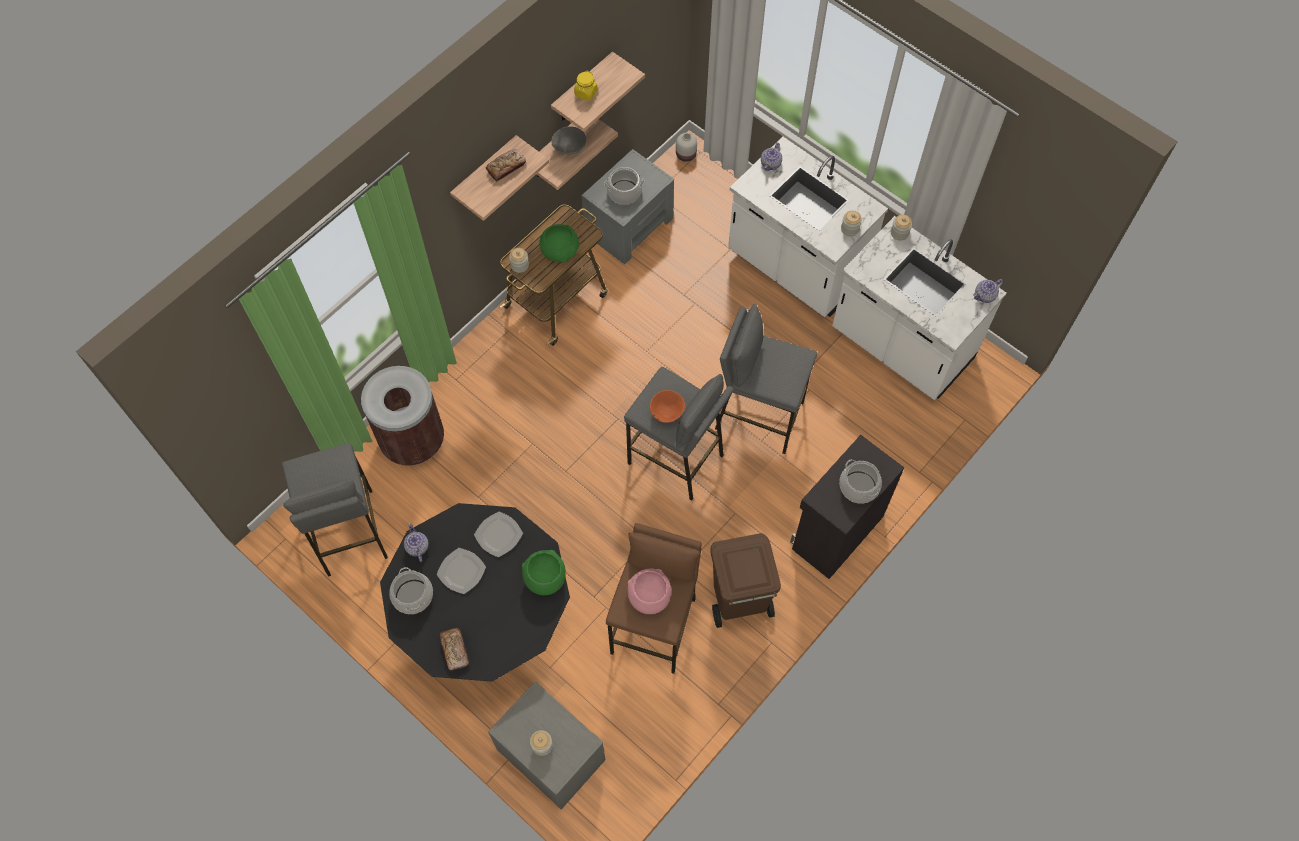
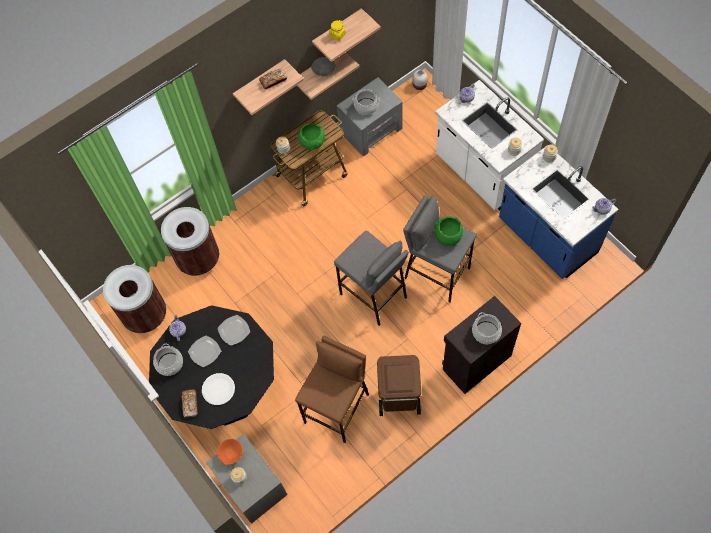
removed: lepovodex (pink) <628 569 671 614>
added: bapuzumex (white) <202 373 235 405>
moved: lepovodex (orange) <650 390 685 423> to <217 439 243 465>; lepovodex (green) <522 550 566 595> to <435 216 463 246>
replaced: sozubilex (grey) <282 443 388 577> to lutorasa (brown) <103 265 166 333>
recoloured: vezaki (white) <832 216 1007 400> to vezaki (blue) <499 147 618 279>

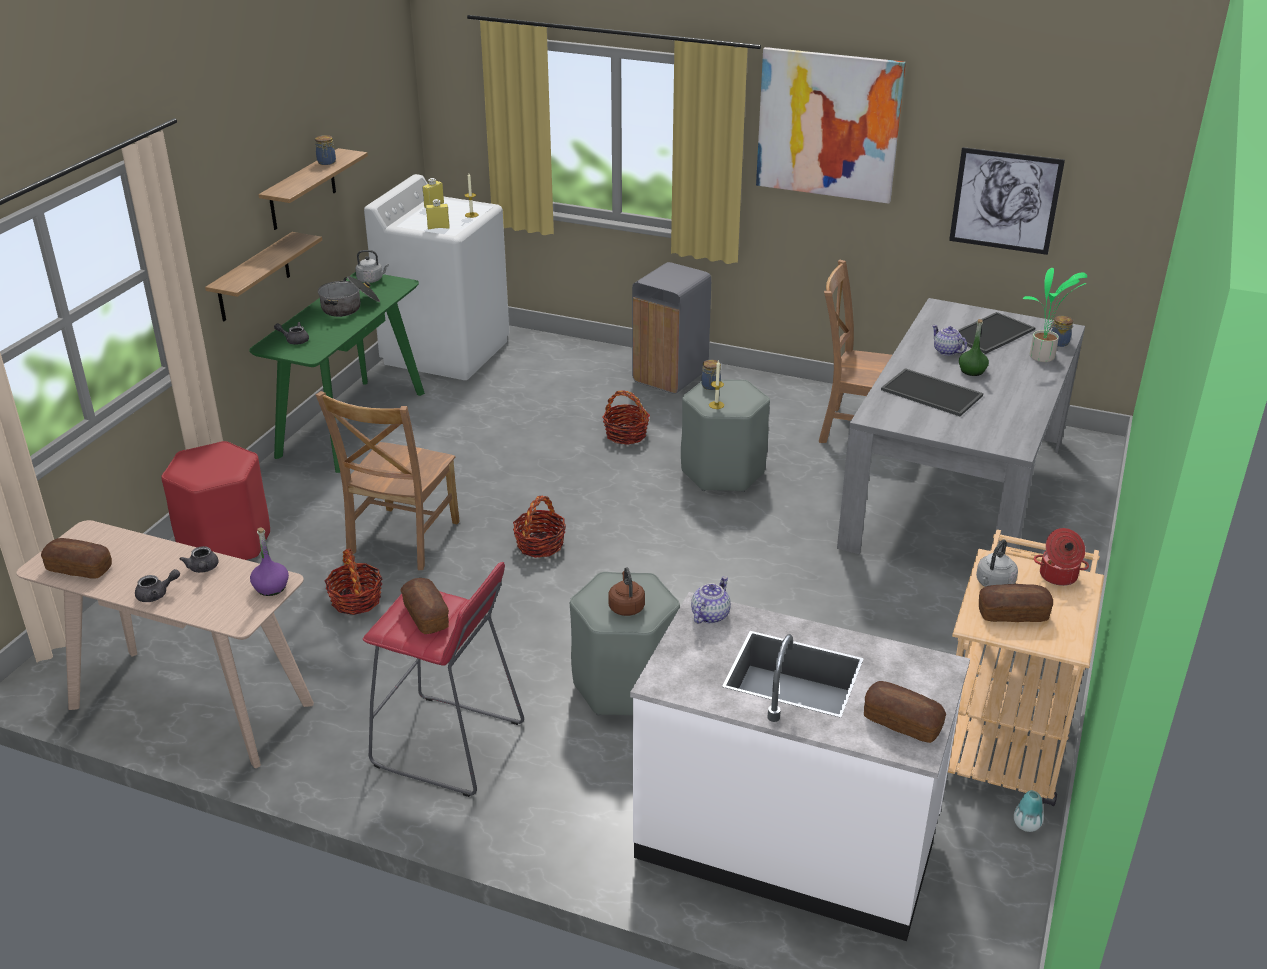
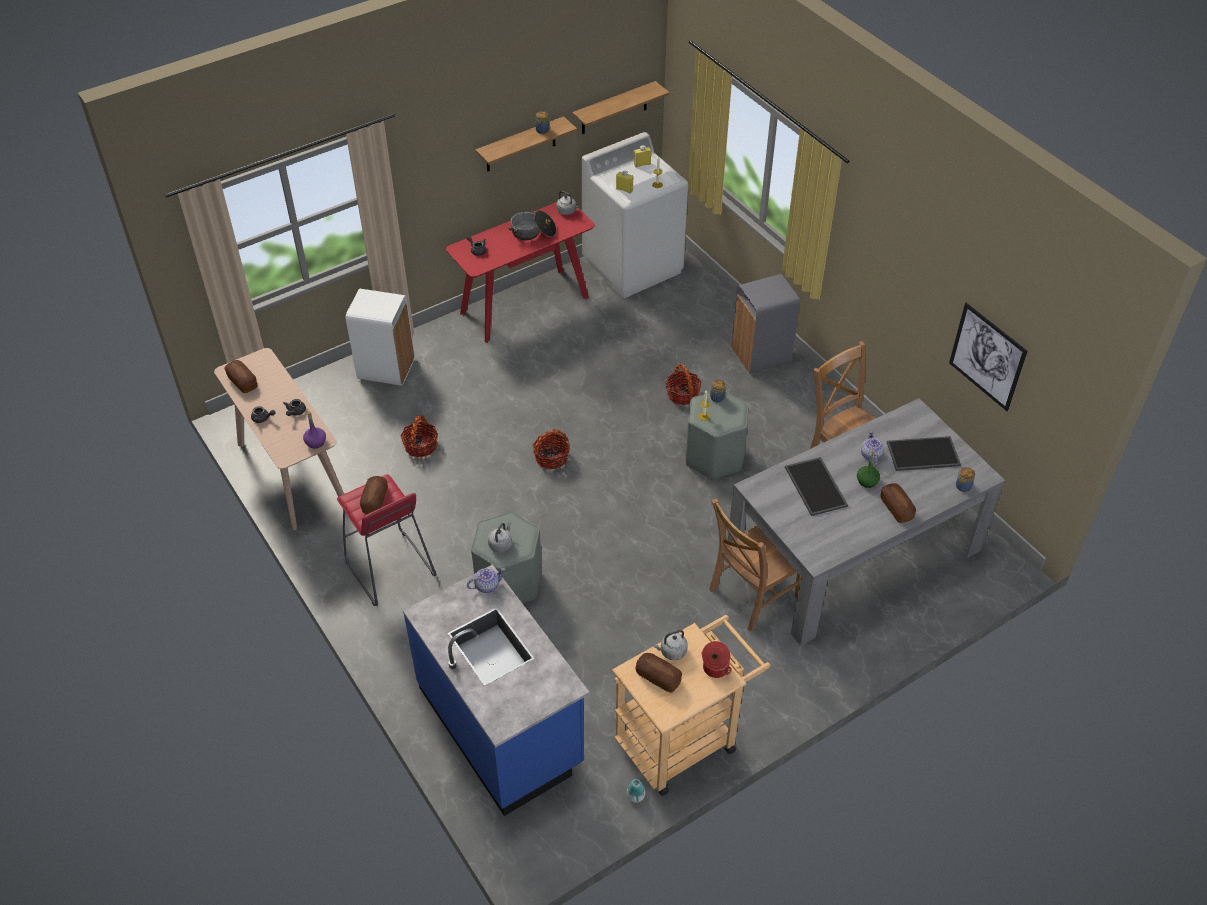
removed: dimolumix <756 47 906 204>; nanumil <1023 268 1087 362>
moved: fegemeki <205 232 322 321> to <572 81 670 134>; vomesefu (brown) <315 391 460 570> to <709 498 801 631>; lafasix <864 681 946 743> to <880 483 916 523>
replaced: sozubilex (red) <162 441 270 560> to lutorasa (white) <346 289 415 386>
recoloured: vezaki (white) <630 592 970 941> to vezaki (blue) <403 564 589 816>; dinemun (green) <249 272 425 473> to dinemun (red) <446 202 595 343>; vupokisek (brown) <608 567 645 616> to vupokisek (grey) <488 522 512 552>

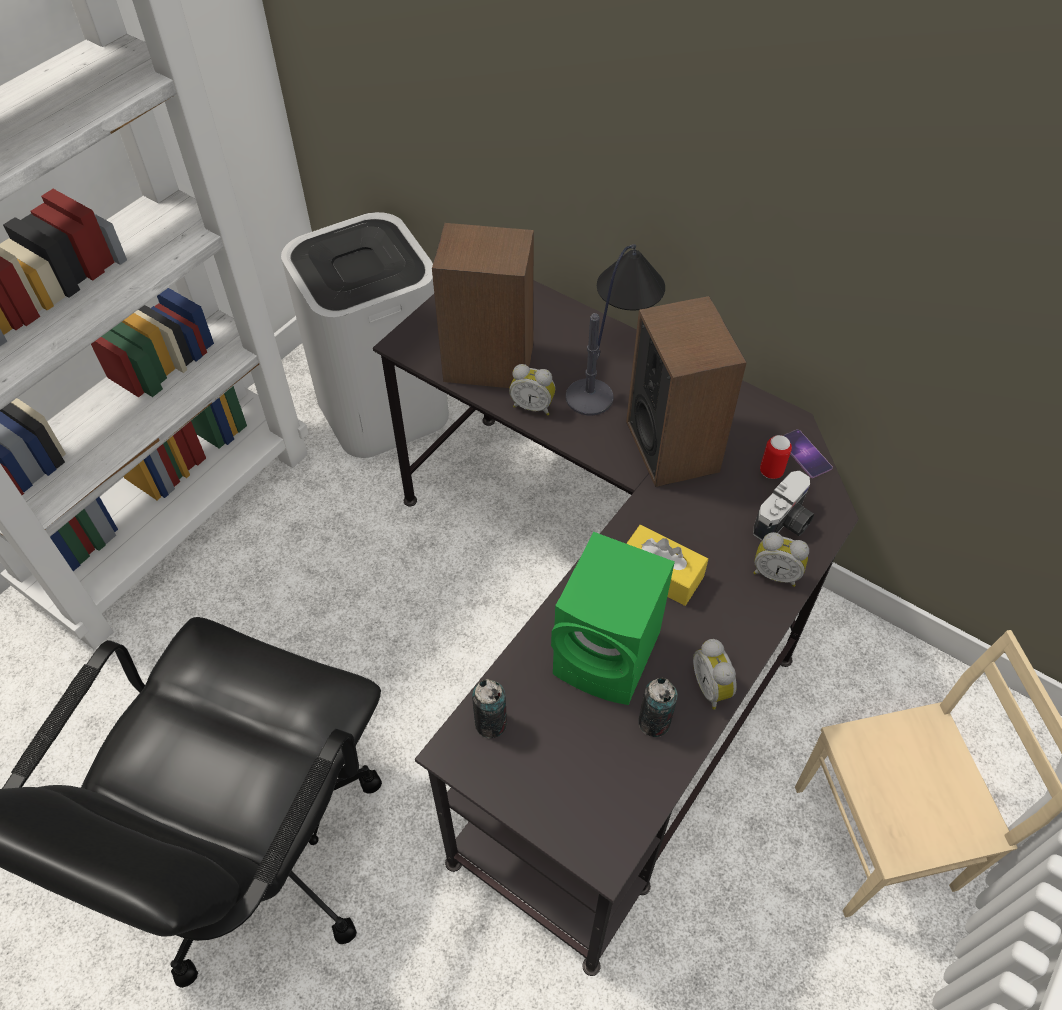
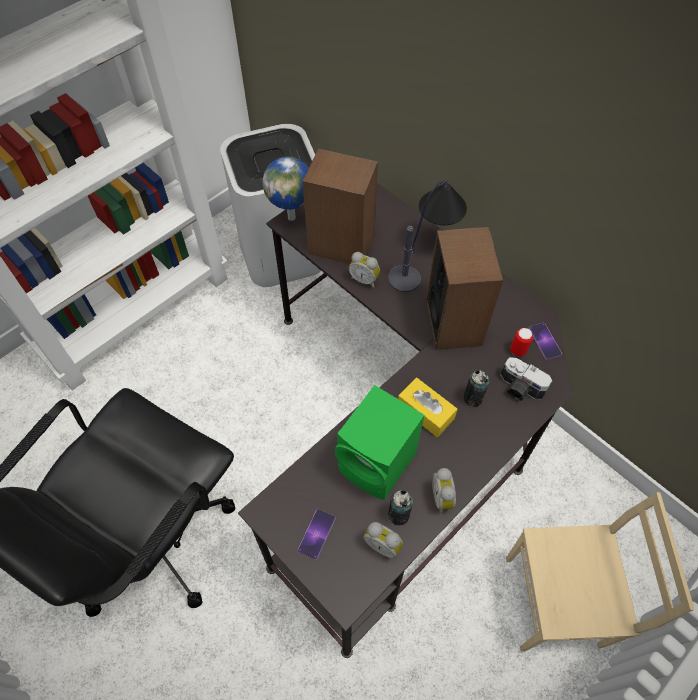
added: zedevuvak <262 157 309 221>; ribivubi <298 509 336 560>
moved: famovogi <753 532 809 587> to <363 522 403 559>; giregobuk <472 679 507 739> to <464 370 490 407>
turned: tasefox <753 471 814 541> = <501 357 552 401> 75 degrees clockwise

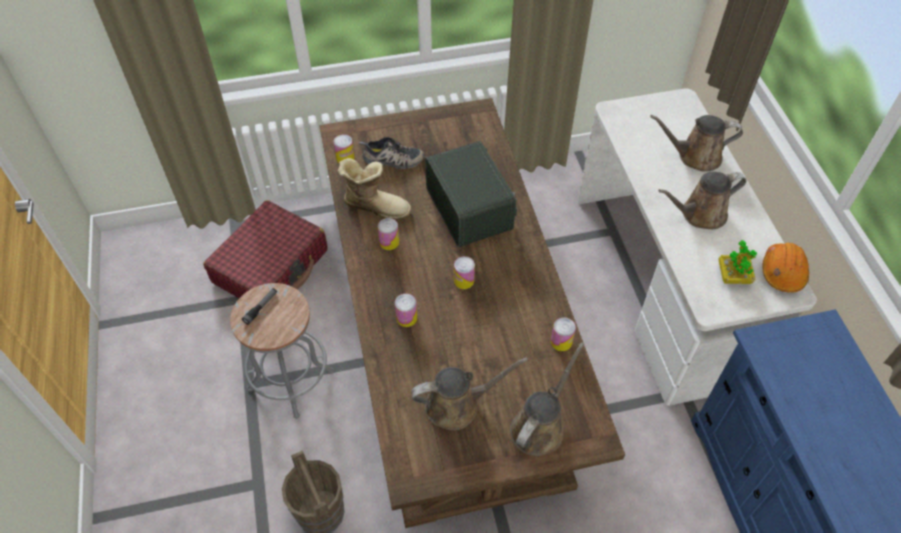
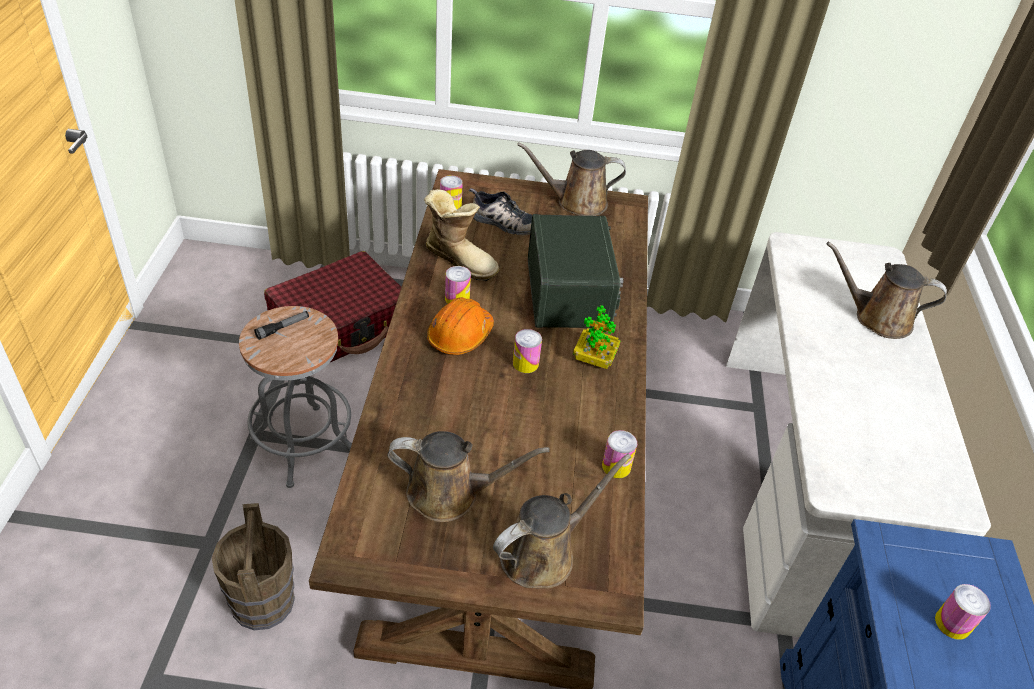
moved: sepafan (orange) <762 243 809 293> to <427 297 494 355>; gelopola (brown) <658 172 747 229> to <518 142 626 216>; nanumil <718 240 757 284> to <573 305 621 369>; giregobuk <395 294 417 327> to <935 584 991 640>

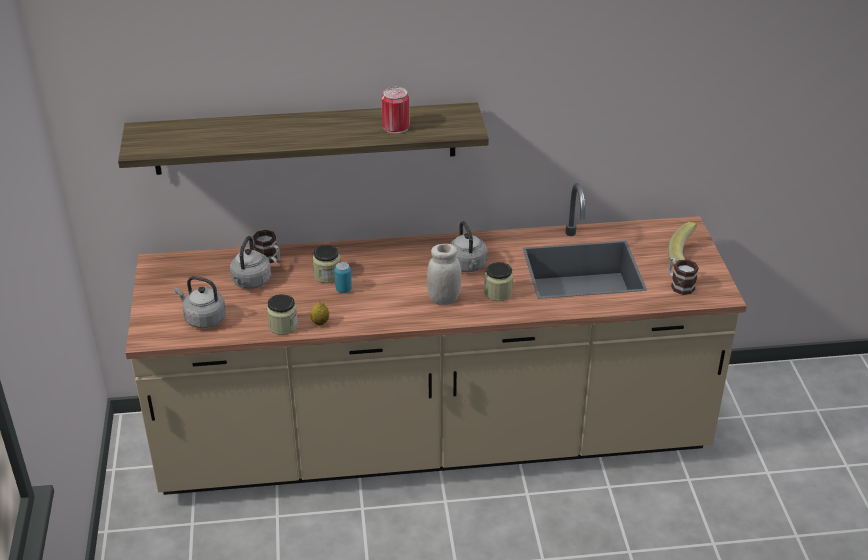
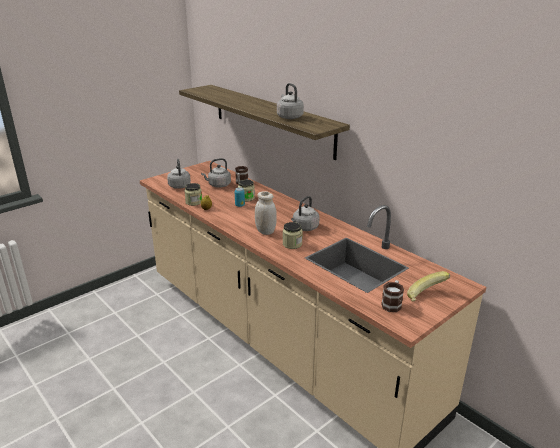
replaced: giregobuk <381 87 410 134> to vupokisek (grey) <277 83 304 119>

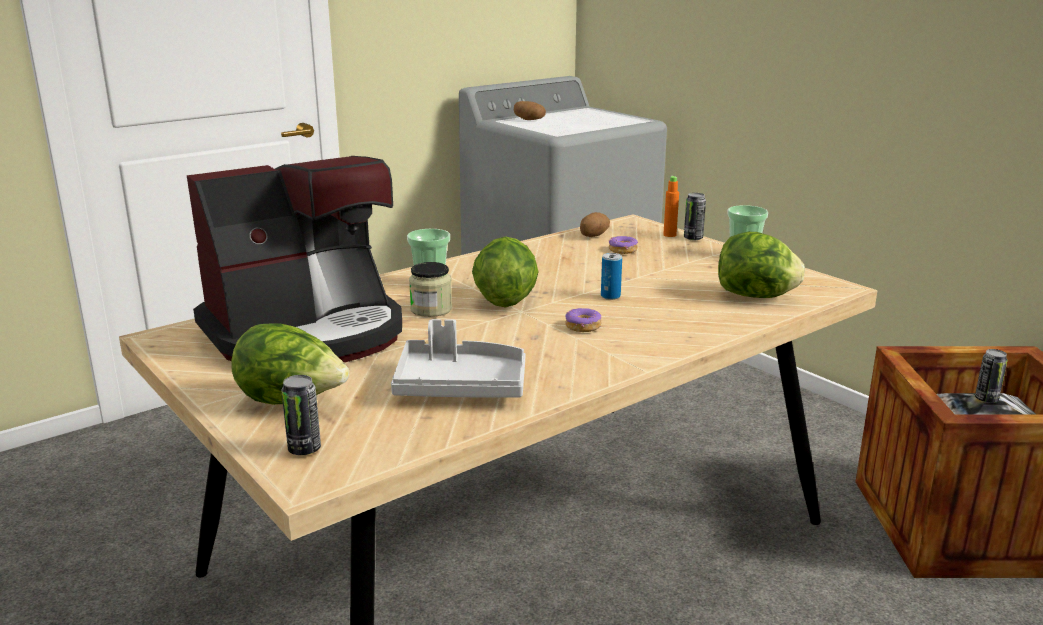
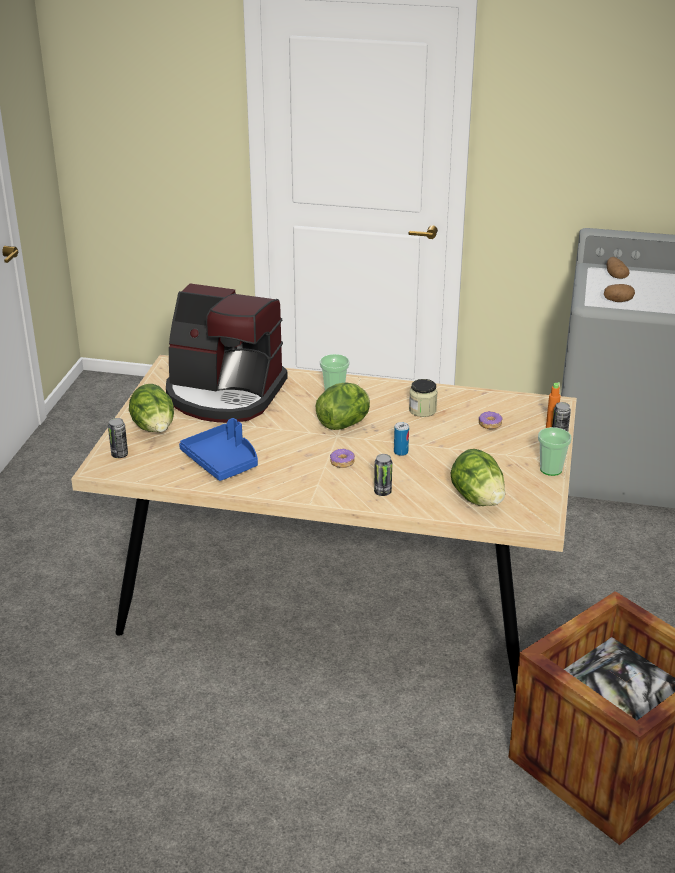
moved: giregobuk <975 349 1008 403> to <374 454 392 496>; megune <409 262 452 317> to <409 379 437 417>; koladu <580 212 610 237> to <604 284 635 302>
recoloured: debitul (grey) <391 319 525 398> to debitul (blue) <179 418 258 481>

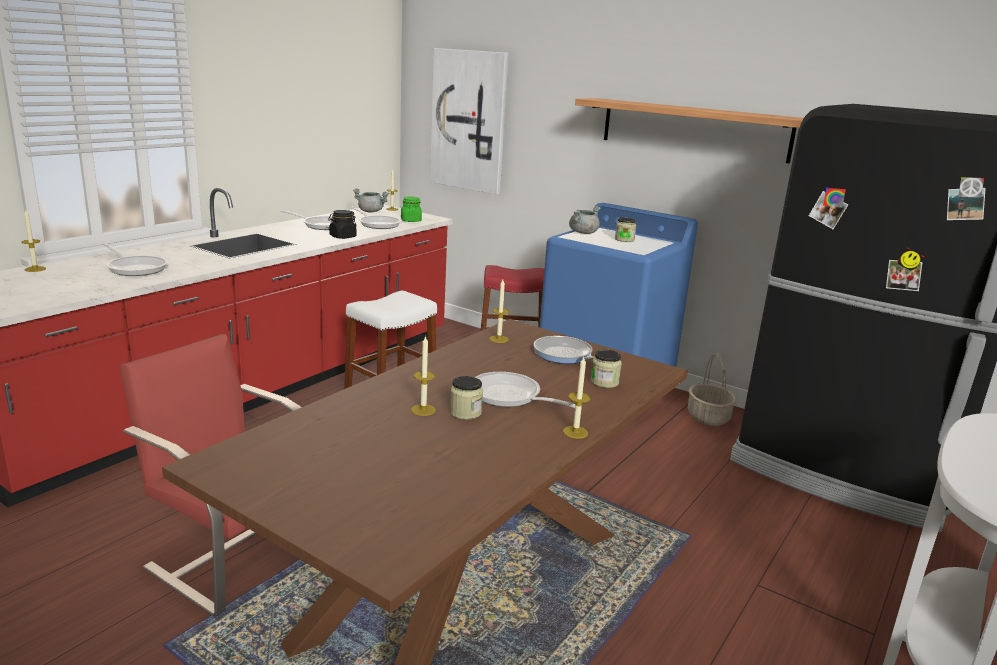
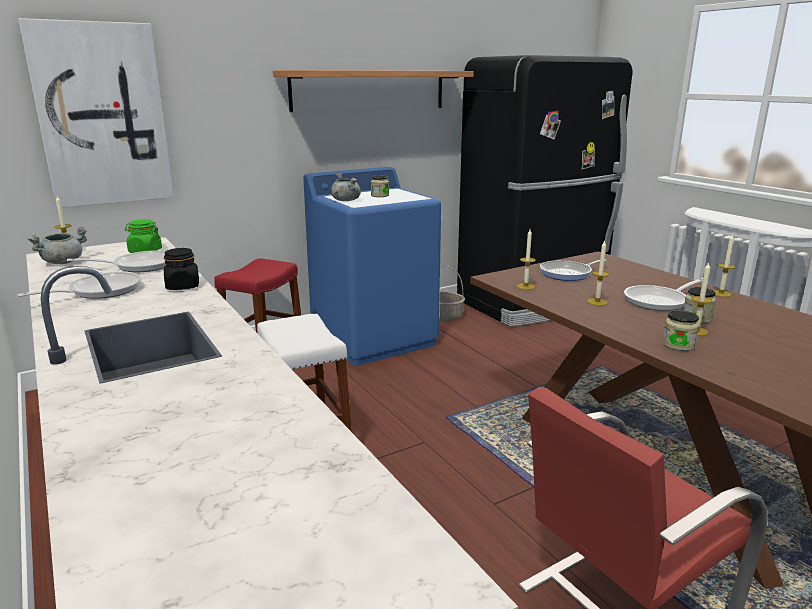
removed: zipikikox <104 244 168 276>
moved: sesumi <22 210 46 272> to <587 240 609 306>; megune <591 350 622 388> to <662 310 699 351>

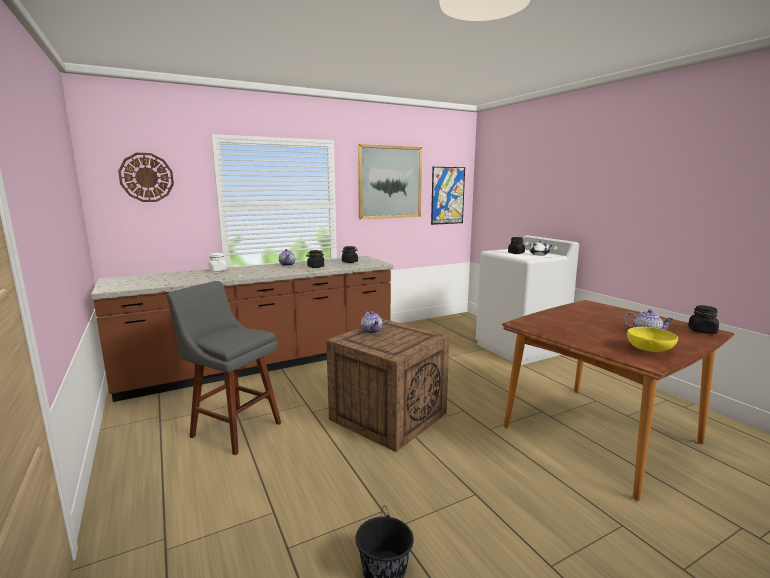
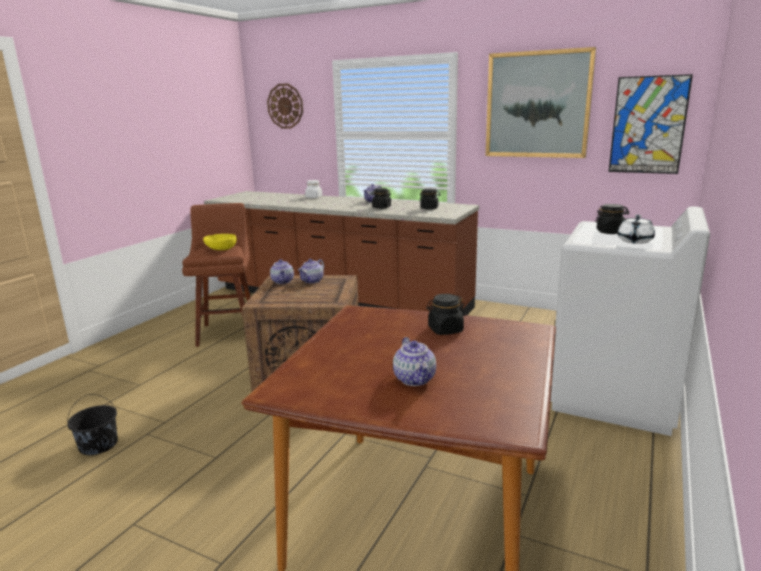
added: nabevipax <270 259 294 284>
moved: lepovodex (yellow) <627 327 678 352> to <203 234 237 250>; megune (black) <688 305 719 334> to <426 294 465 335>
recoloured: sozubilex (grey) <167 281 281 455> to sozubilex (brown) <182 203 251 347>

